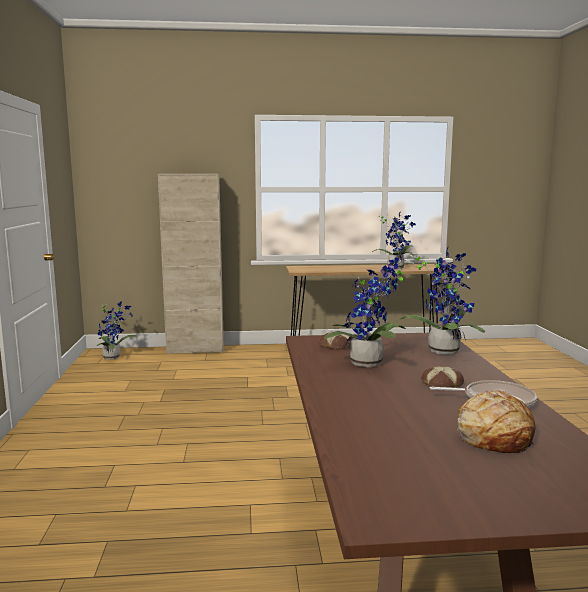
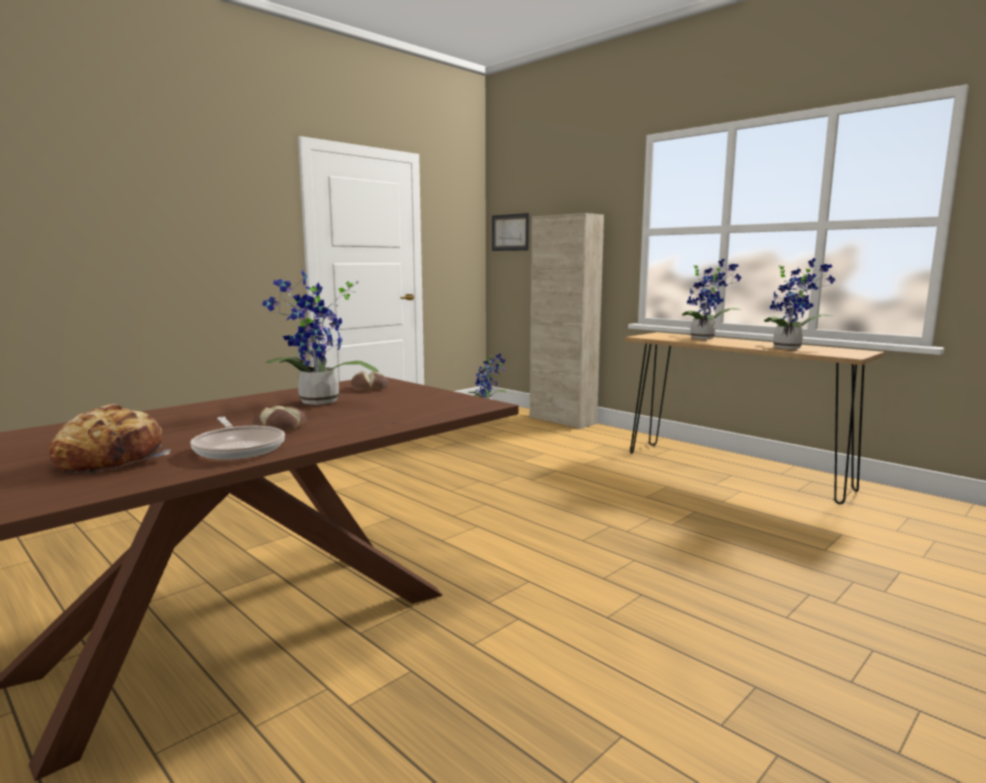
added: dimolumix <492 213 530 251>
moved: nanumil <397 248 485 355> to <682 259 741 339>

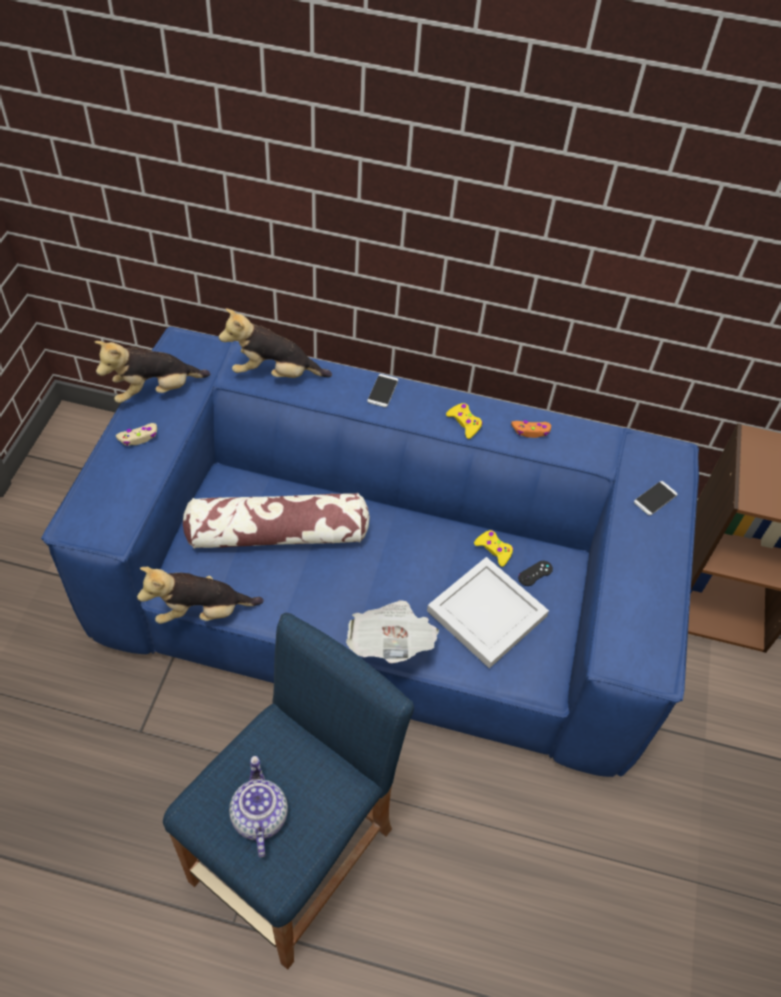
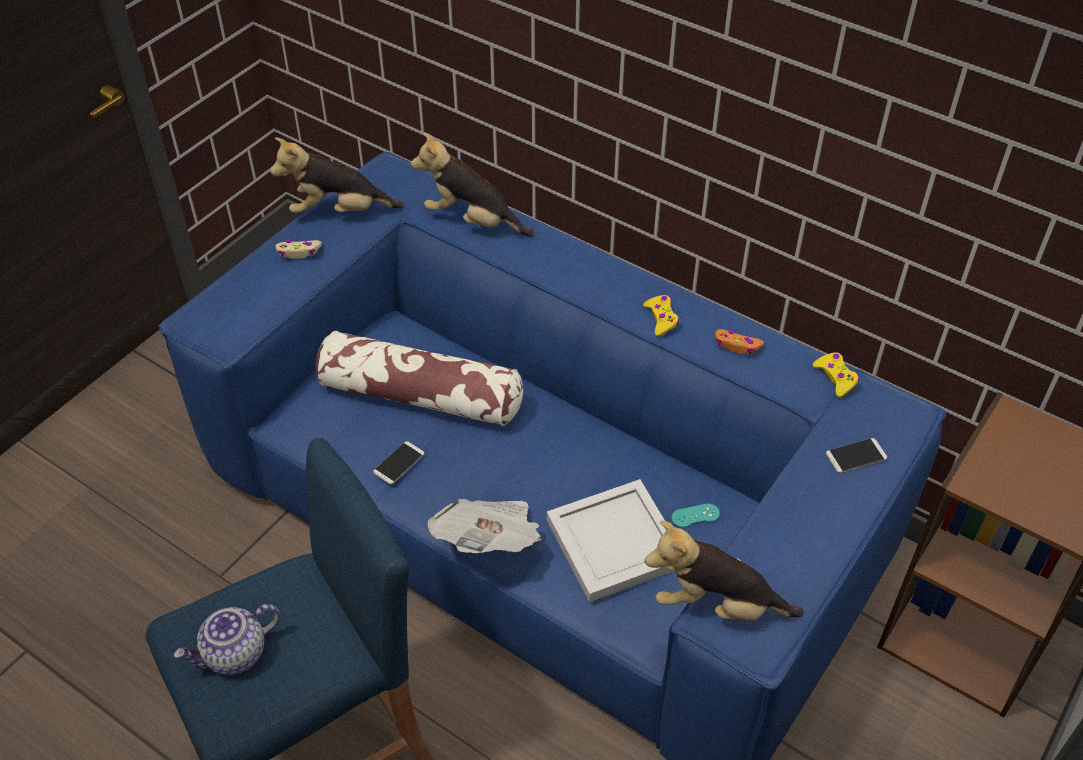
moved: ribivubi <367 374 398 407> to <373 441 424 484>; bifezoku <137 567 264 624> to <645 521 804 621>; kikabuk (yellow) <474 530 513 567> to <813 352 859 397>
recoloured: kikabuk (black) <518 561 553 586> to kikabuk (turquoise) <671 504 720 528>
turned: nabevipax <229 756 288 858> = <174 604 281 675> 135 degrees counterclockwise

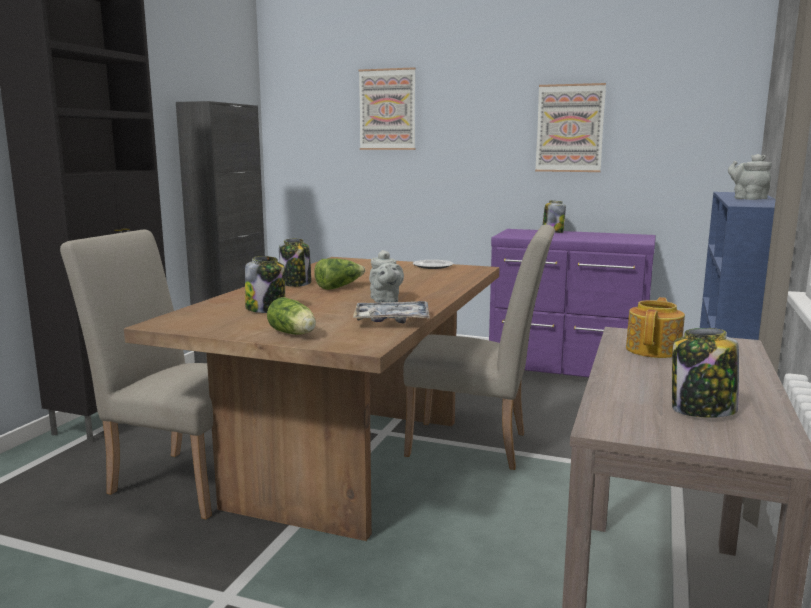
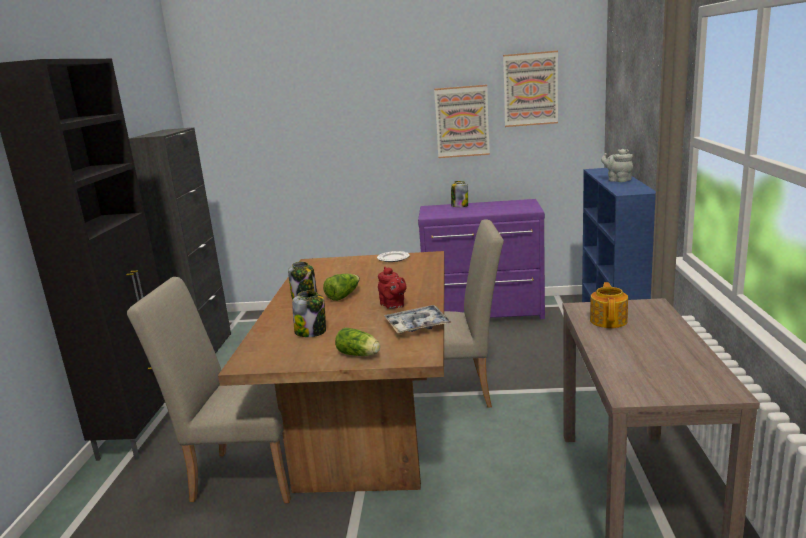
removed: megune <672 328 739 418>
moved: dimolumix <358 67 416 150> to <503 51 558 127>
recoloured: nabevipax (grey) <369 250 404 303> to nabevipax (red) <378 267 406 309>

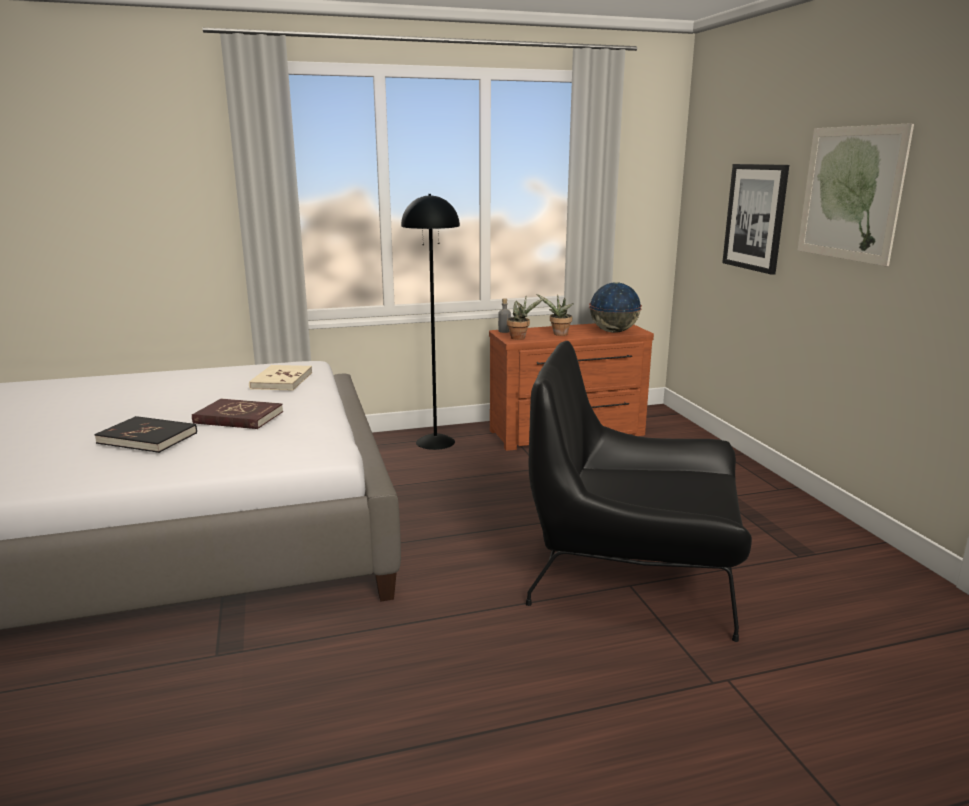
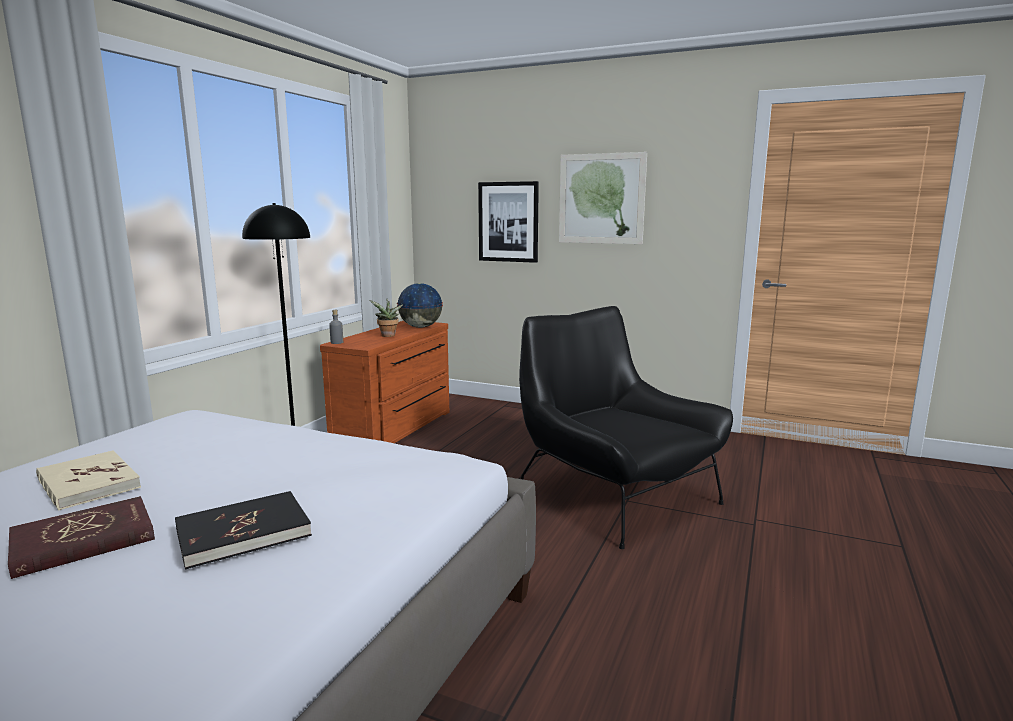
removed: nanumil <507 297 544 340>
moved: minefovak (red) <192 399 283 429> to <8 496 155 579>; minefovak (beige) <249 365 312 390> to <36 450 141 510>
turned: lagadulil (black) <526 341 752 642> = <519 306 733 549> 90 degrees clockwise

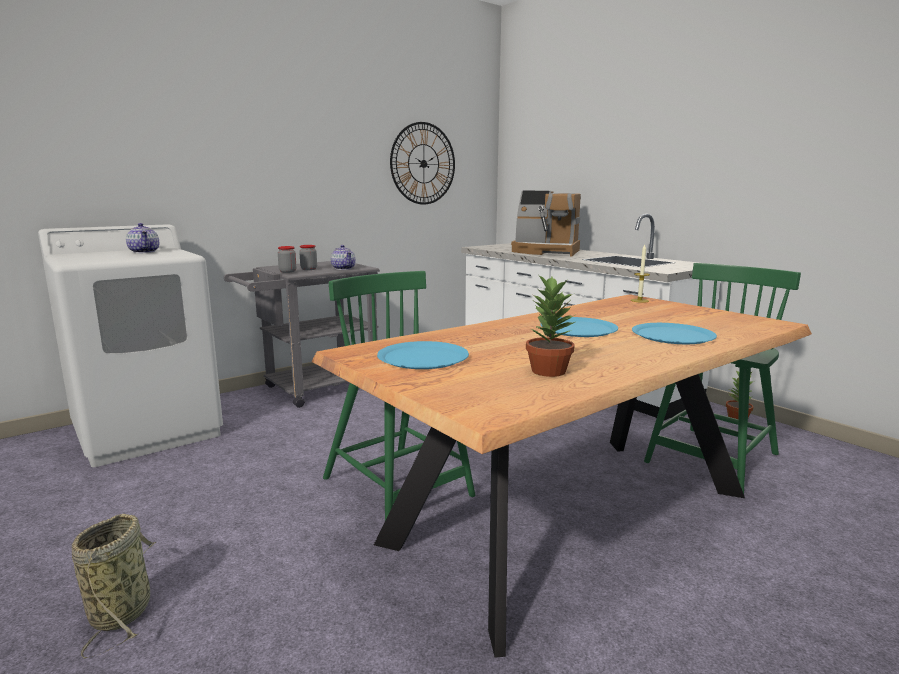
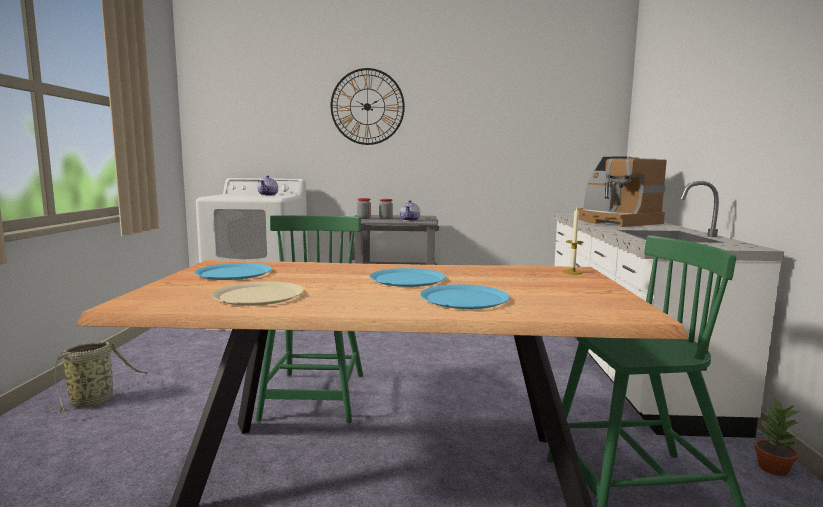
moved: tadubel <390 122 455 205> to <330 68 405 145>
replaced: nanumil <526 276 575 377> to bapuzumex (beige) <212 281 304 306>

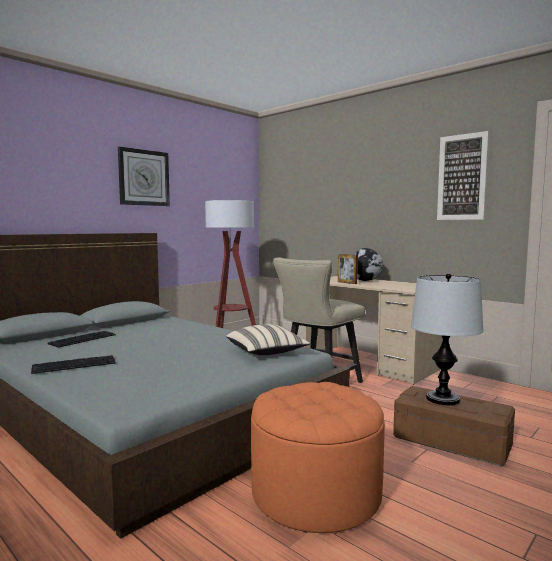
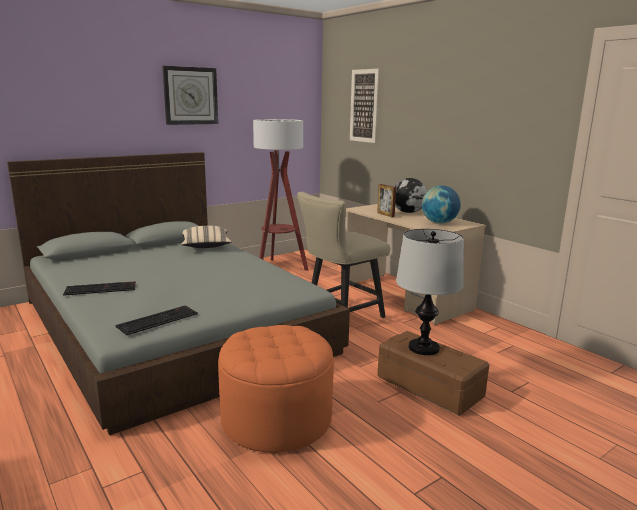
added: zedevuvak <422 186 461 224>
moved: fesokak <48 331 115 348> to <116 305 198 335>; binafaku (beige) <226 324 310 355> to <181 226 232 248>; dimolumix <437 131 489 220> to <350 69 379 143>

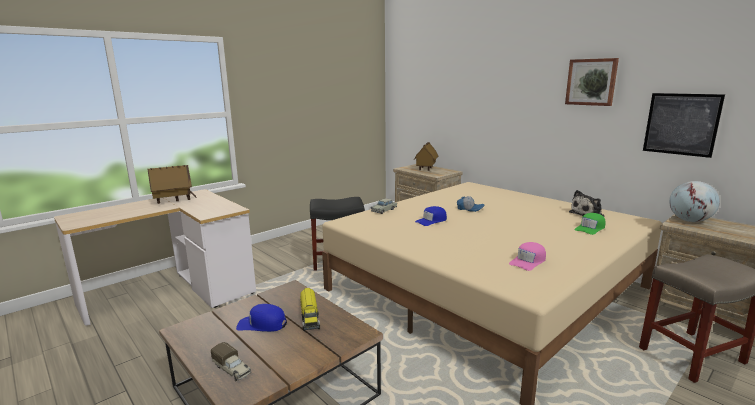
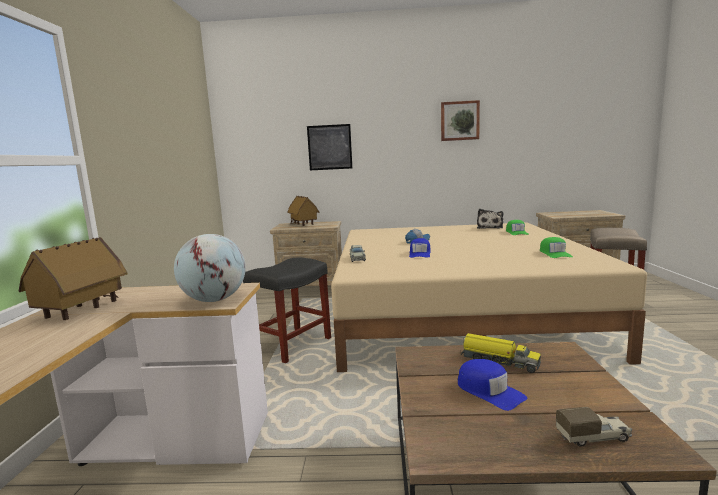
moved: zedevuvak <669 181 720 222> to <174 234 246 302>; dimolumix <643 93 725 158> to <307 124 352 170>
recoloured: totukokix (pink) <509 242 546 271> to totukokix (green) <540 237 573 258>
turned: totukokix (blue) <236 304 287 332> = <458 359 528 411> 90 degrees counterclockwise

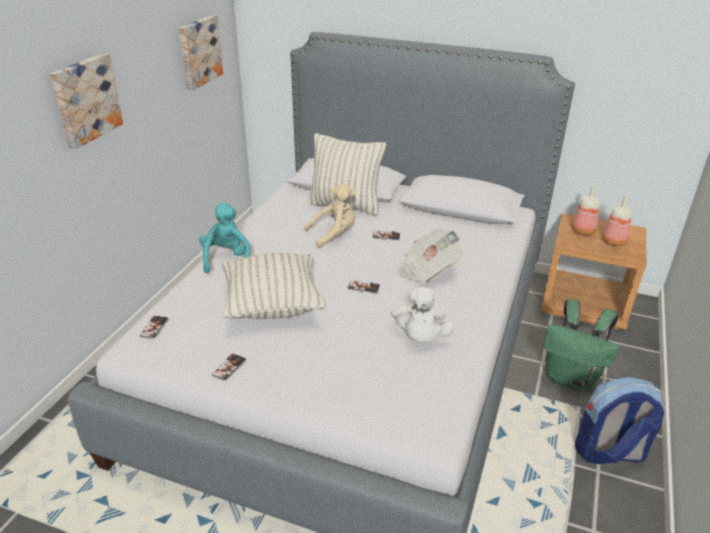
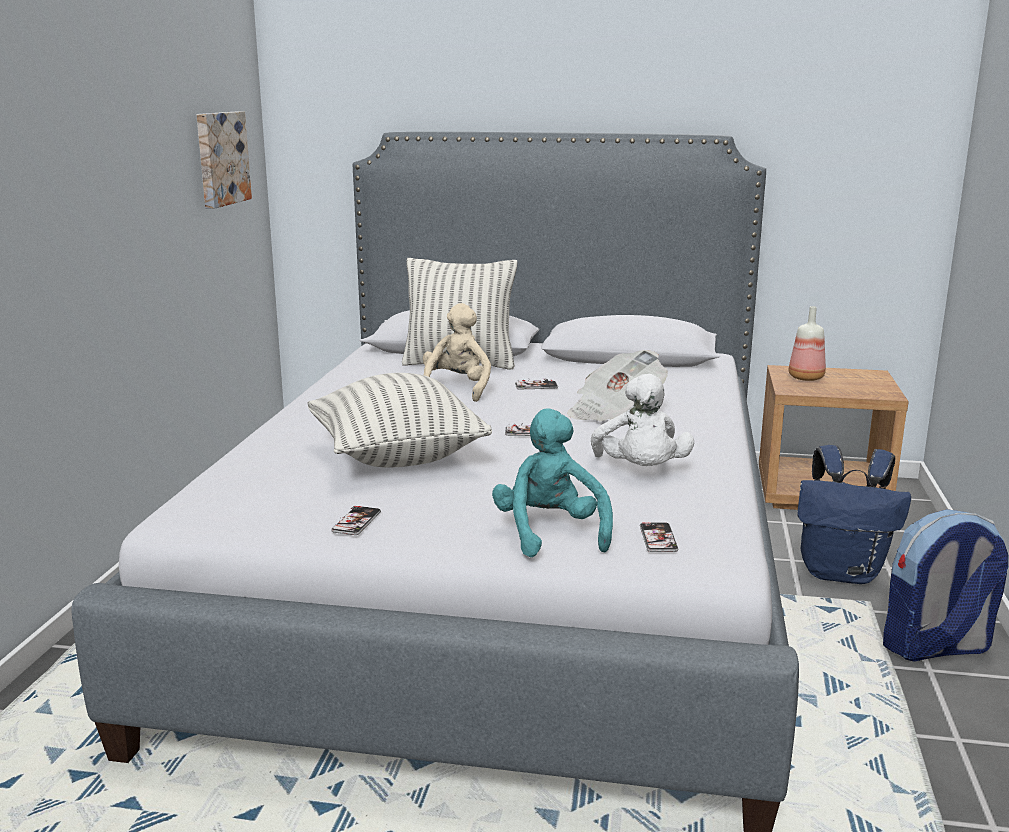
removed: dimolumix <50 53 123 149>; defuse <602 195 632 246>
moved: bifezoku (turquoise) <199 203 250 273> to <492 409 613 557>; ribivubi <139 316 168 339> to <640 522 678 552>
recoloured: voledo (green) <543 299 619 391> to voledo (blue) <797 445 911 584>
turned: bifezoku (beige) <304 183 356 248> = <423 303 491 402> 45 degrees counterclockwise

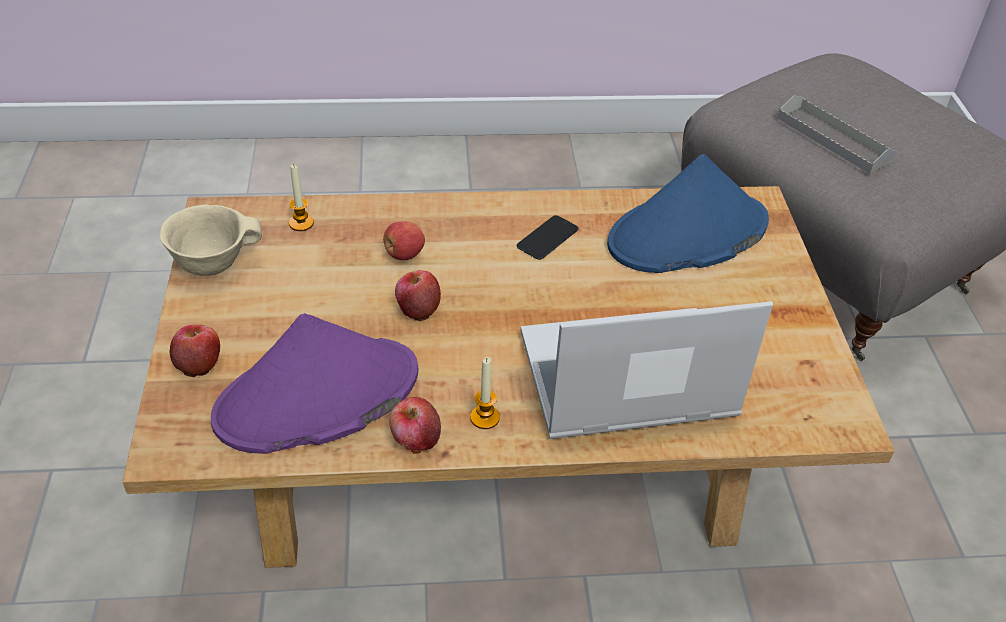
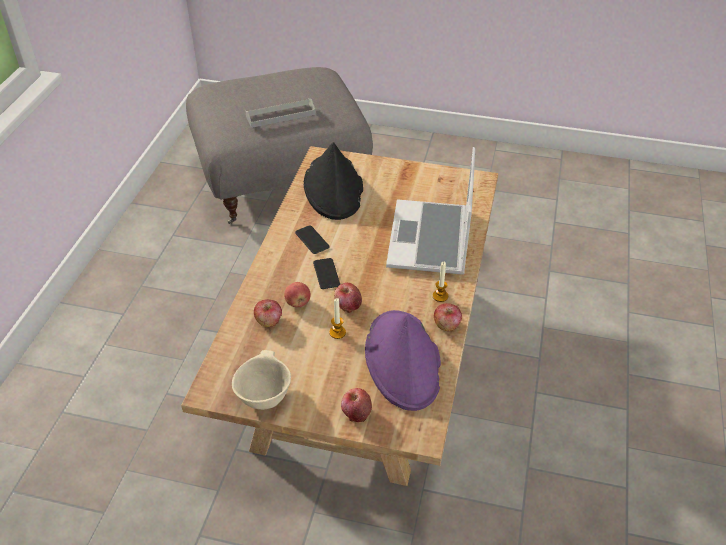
added: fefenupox <254 299 282 327>; ribivubi <313 258 340 289>
moved: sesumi <289 164 314 231> to <329 298 346 339>
recoloured: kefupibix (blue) <607 154 769 273> to kefupibix (black) <304 142 363 220>

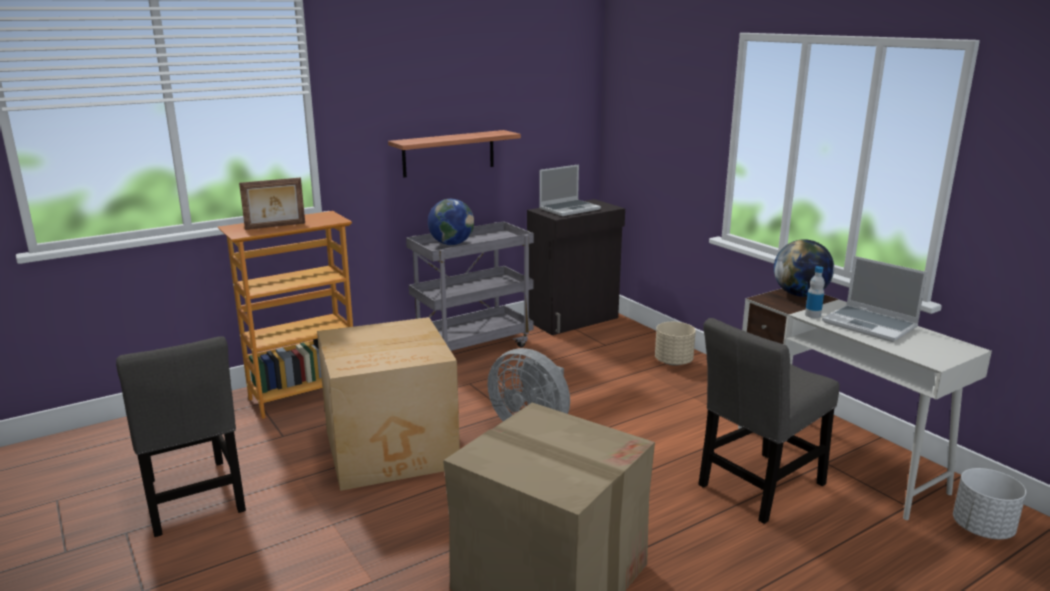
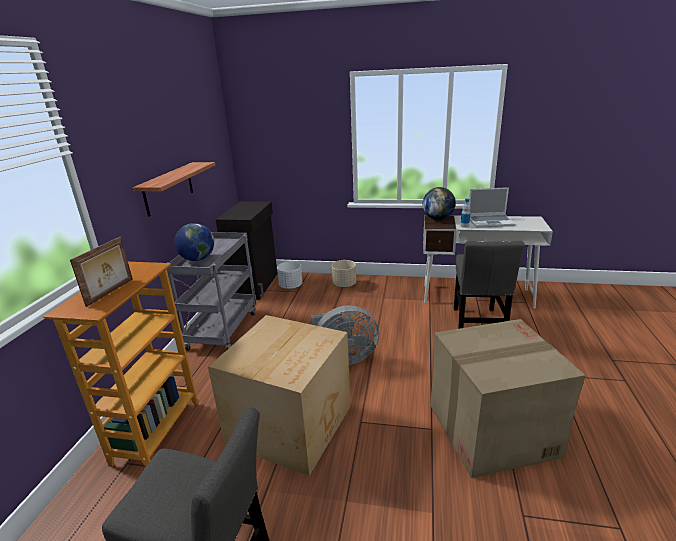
removed: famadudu <539 164 601 216>
moved: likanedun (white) <953 468 1026 539> to <277 262 302 289>

